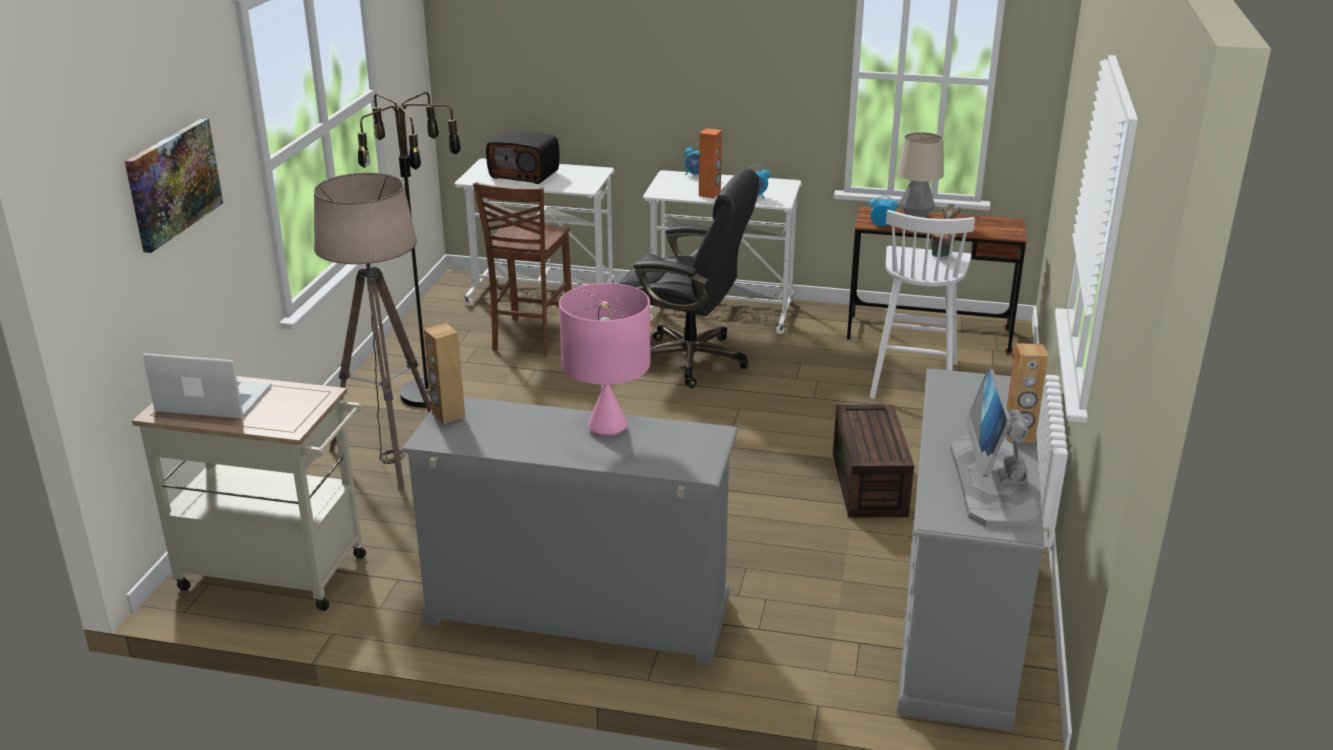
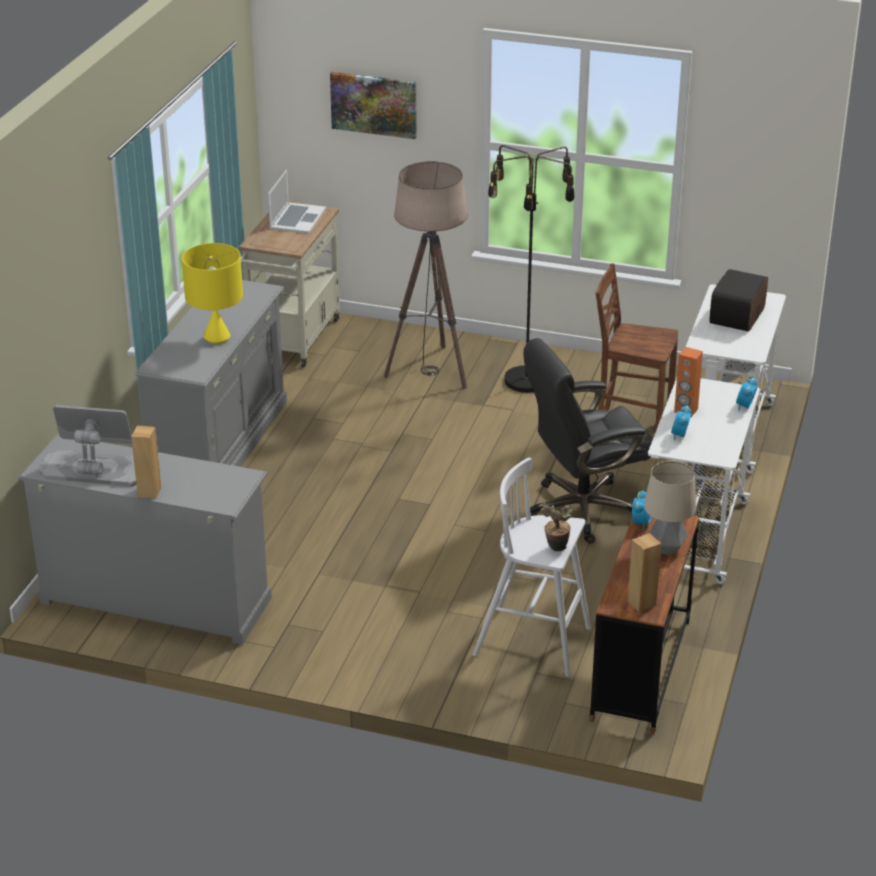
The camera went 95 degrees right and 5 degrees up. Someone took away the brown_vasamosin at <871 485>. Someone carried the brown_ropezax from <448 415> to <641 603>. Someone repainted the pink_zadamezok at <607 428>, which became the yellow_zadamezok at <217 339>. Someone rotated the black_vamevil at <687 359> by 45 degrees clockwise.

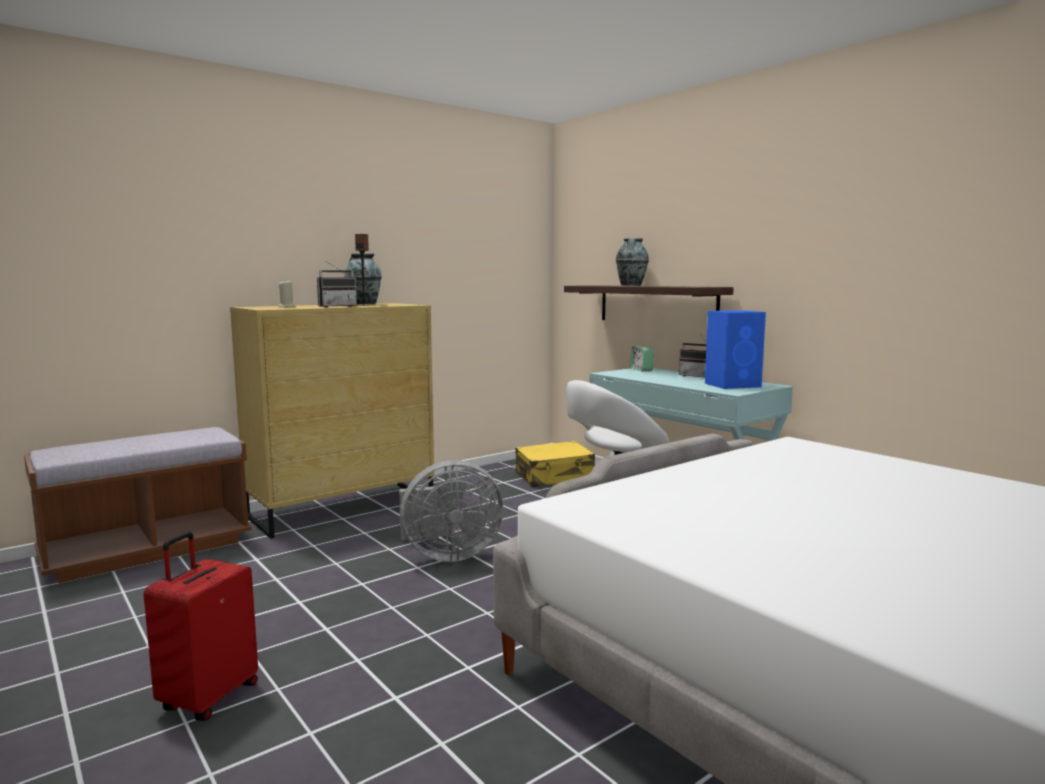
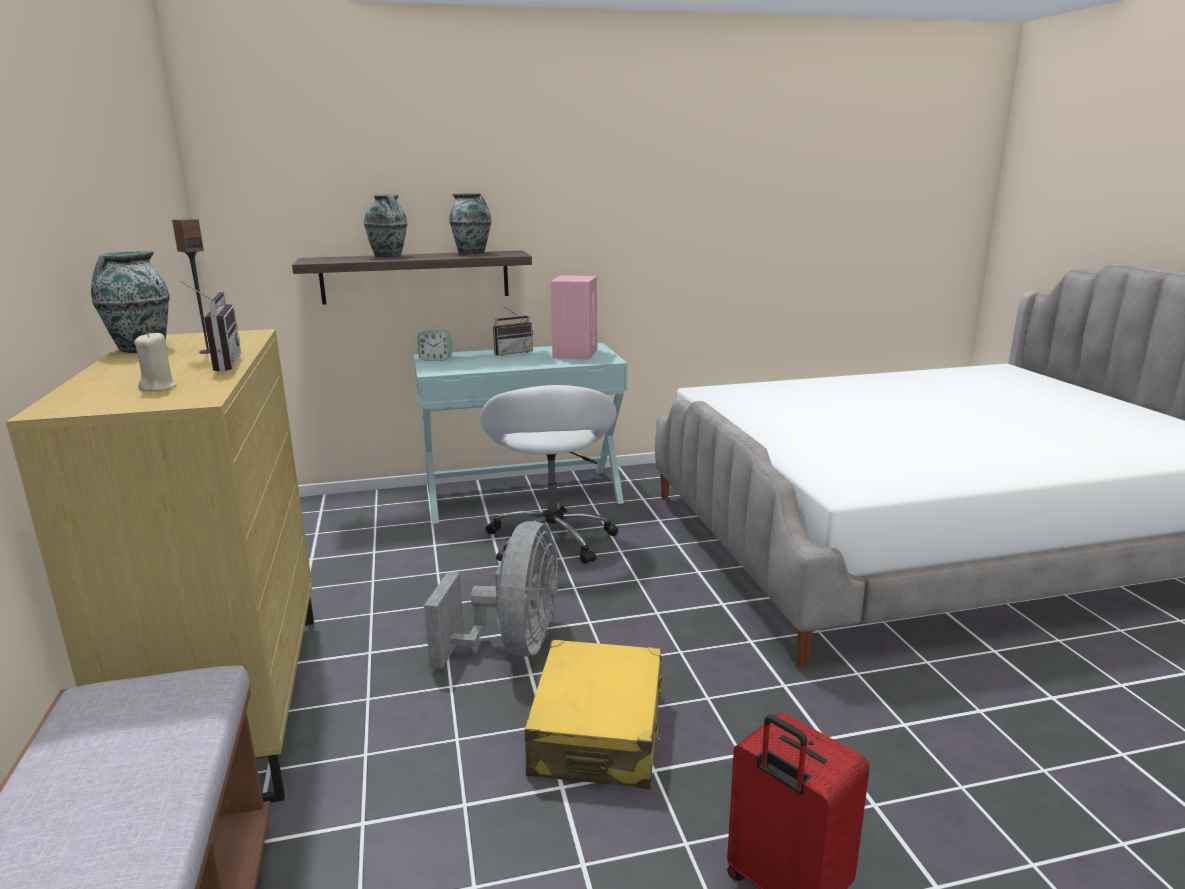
The camera went 65 degrees left and 10 degrees up. Someone put down the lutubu at <472 253>. Someone carried the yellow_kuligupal from <554 476> to <598 733>. Someone repainted the blue_ropezax at <733 385>, which became the pink_ropezax at <575 353>.

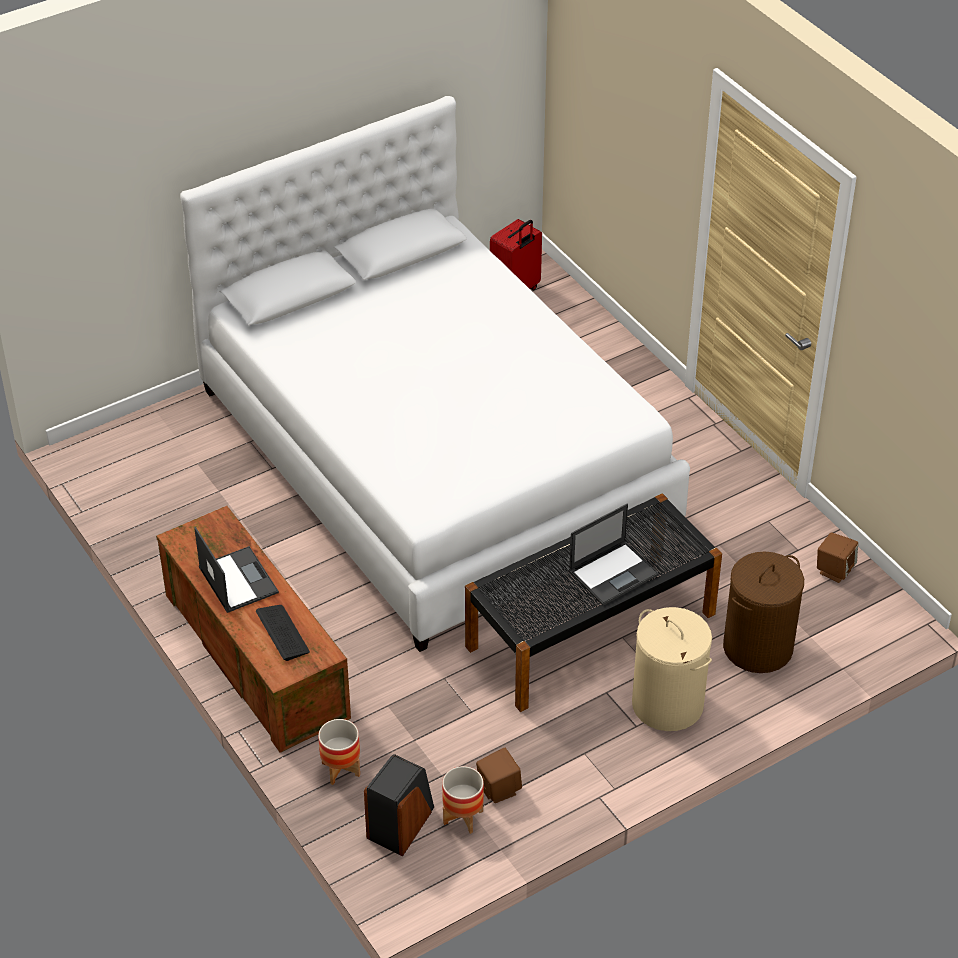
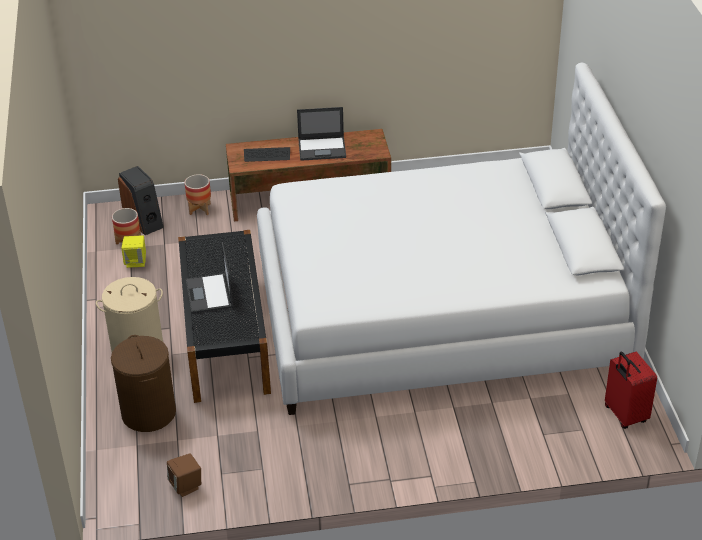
The camera went 115 degrees right and 5 degrees down. Someone repainted the brown_ropezax at <498 789>, which became the yellow_ropezax at <136 262>.

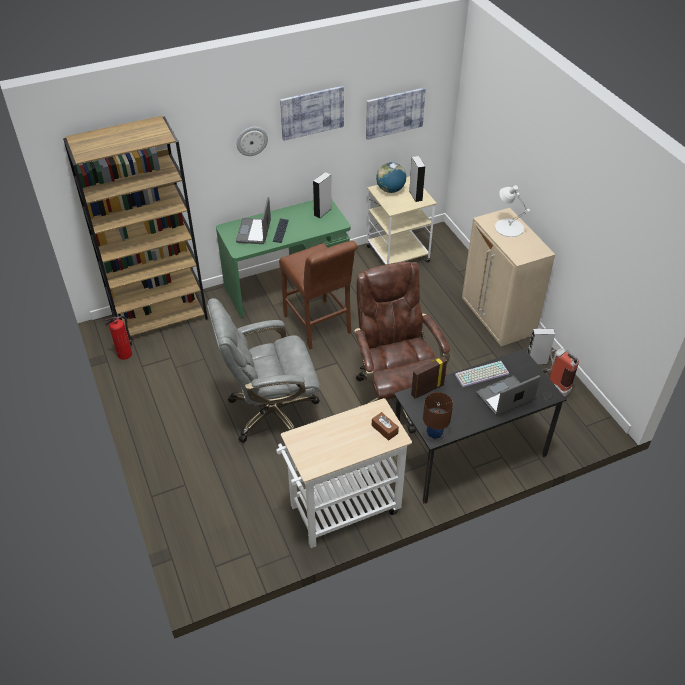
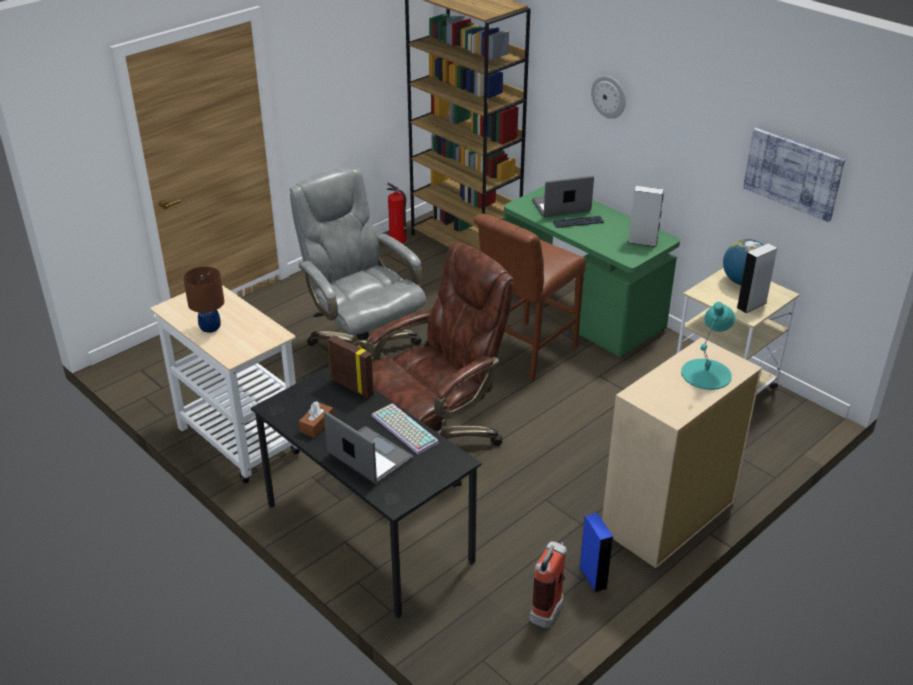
The camera went 70 degrees right and 10 degrees down. Someone took away the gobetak at <312 112>. Someone carried the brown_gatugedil from <384 429> to <317 425>. Someone carried the brown_zadamezok from <435 434> to <210 329>. Someone repainted the white_zadamezok at <509 227>, which became the turquoise_zadamezok at <706 374>. Someone repainted the grey_ropezax at <536 361>, which became the blue_ropezax at <593 577>.

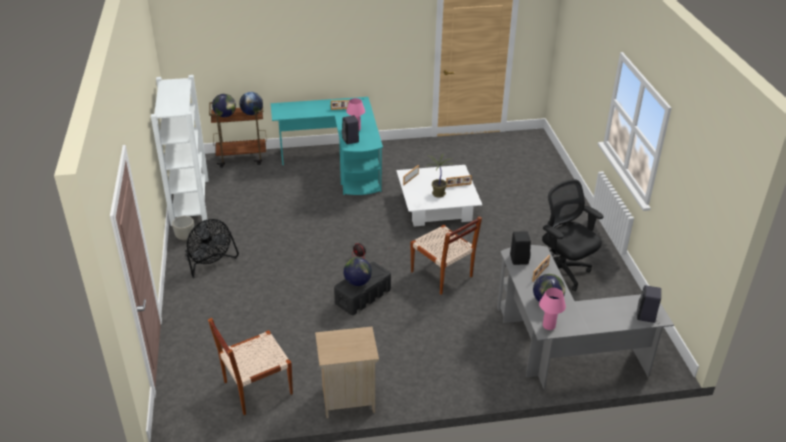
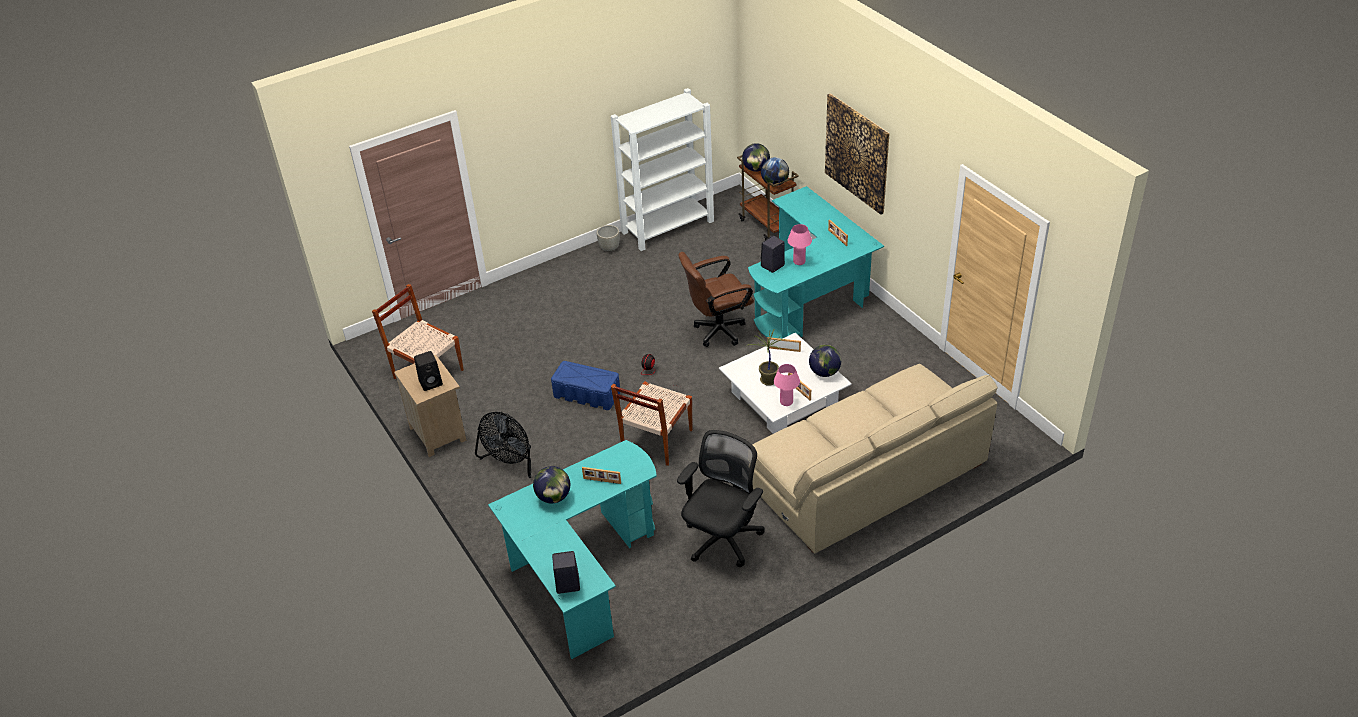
The camera went 70 degrees right and 5 degrees up. Someone put down the brown_vamevil at <717 333>. Someone put down the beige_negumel at <868 475>. Someone put up the gobetak at <857 153>. Someone carried the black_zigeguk from <208 263> to <510 459>. Someone carried the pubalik from <357 282> to <824 372>. Someone carried the black_ropezax from <518 259> to <431 382>. Someone carried the pink_zadamezok from <548 326> to <786 402>. Someone repainted the black_vasamosin at <363 296>, which became the blue_vasamosin at <587 395>. Someone repainted the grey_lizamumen at <560 350>, which became the turquoise_lizamumen at <579 570>.

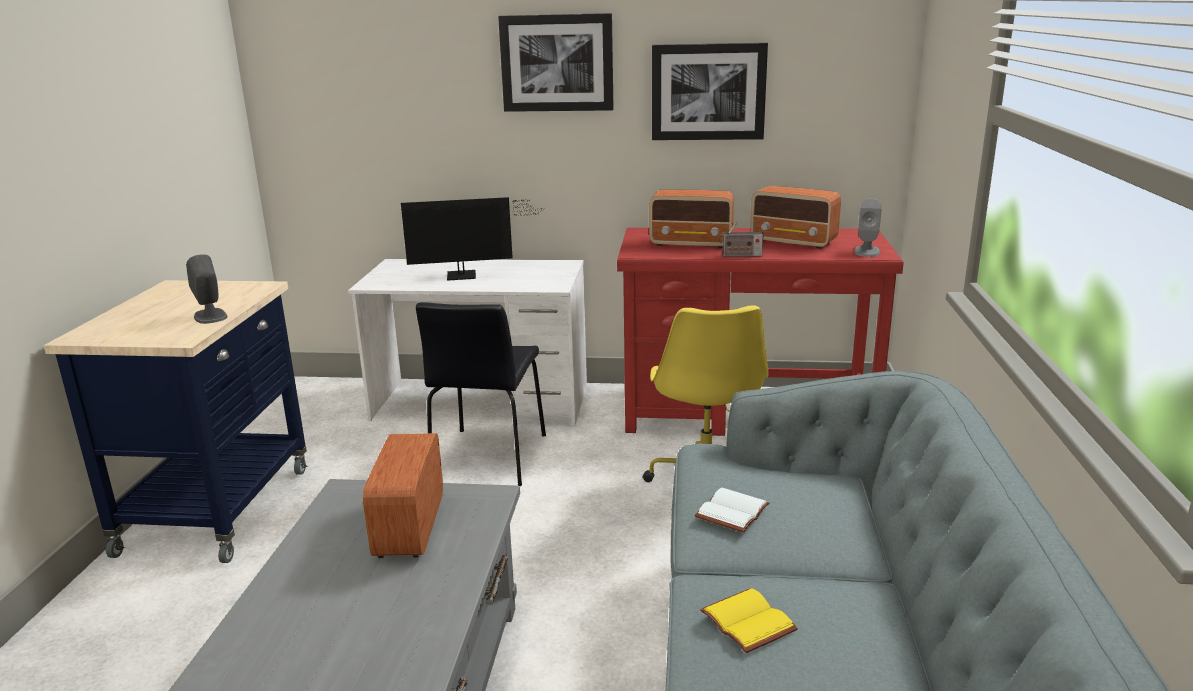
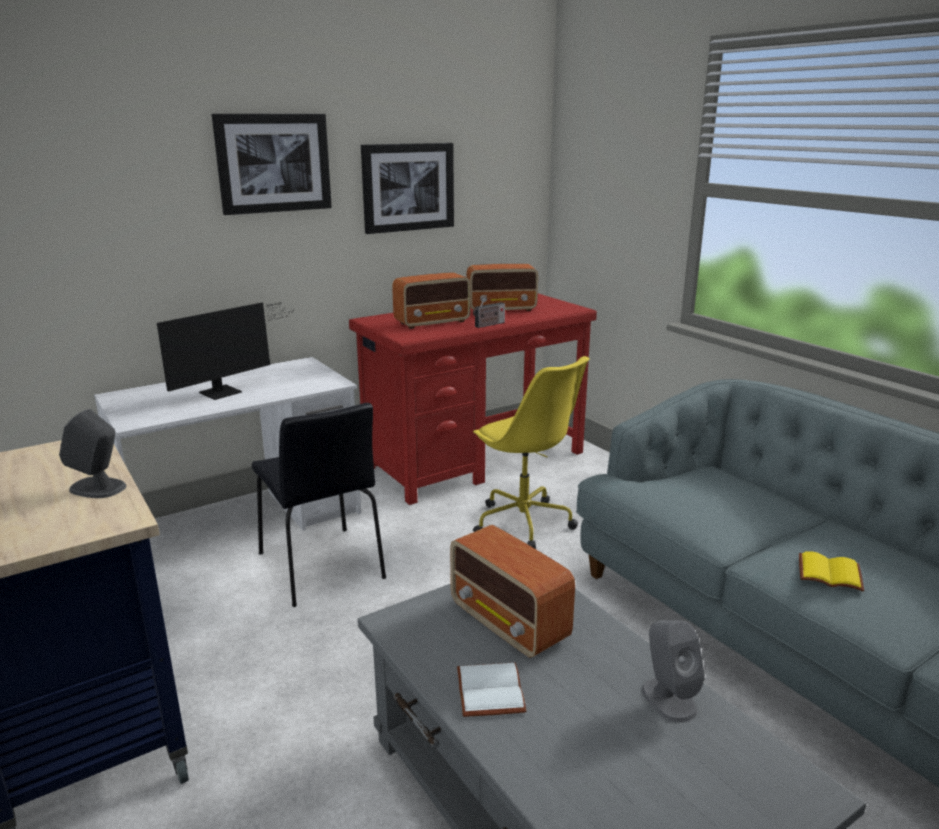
The camera went 40 degrees left and 0 degrees up. Someone carried the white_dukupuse from <731 510> to <488 690>. Someone carried the grey_ropezax from <867 251> to <668 699>.

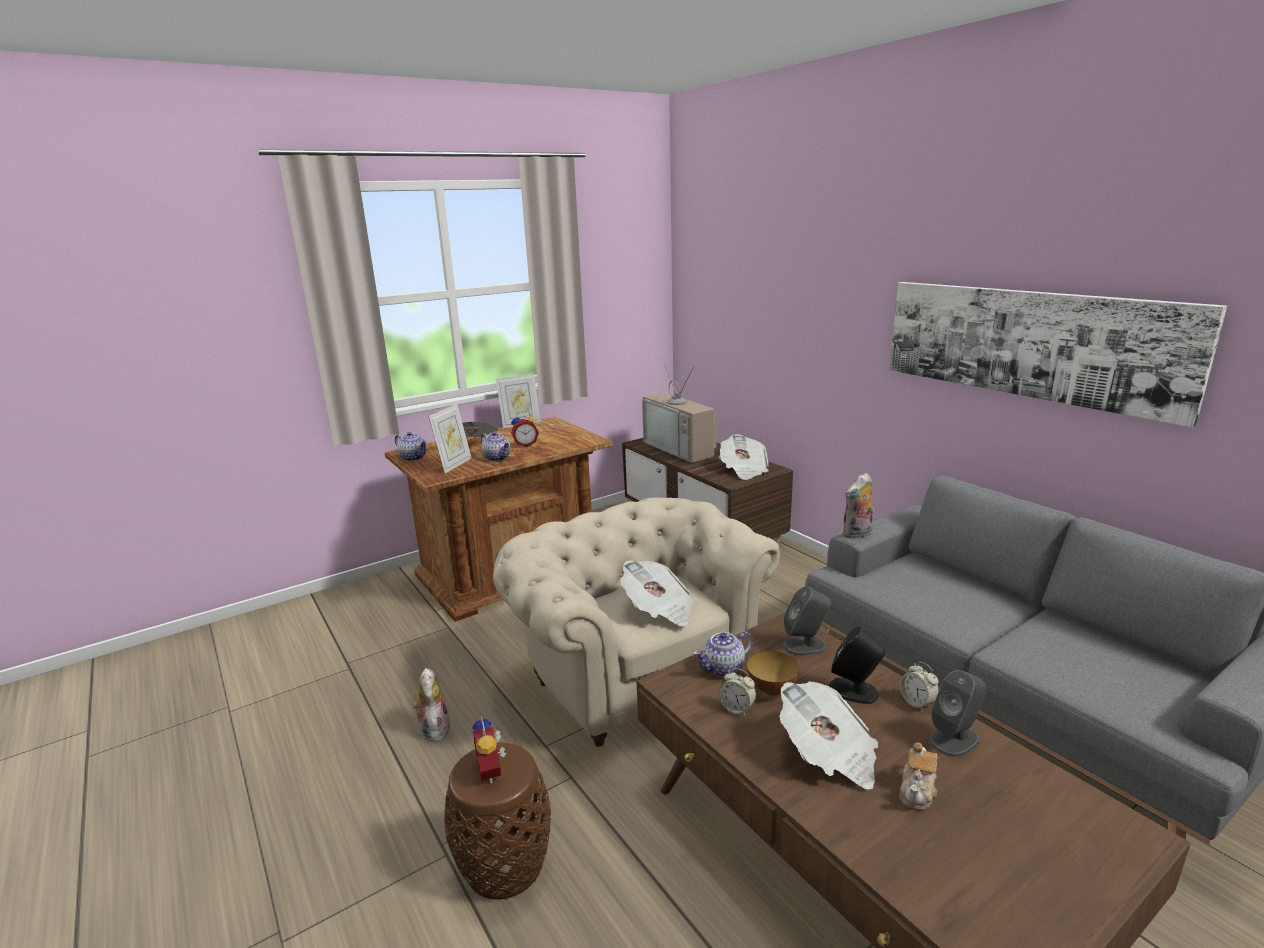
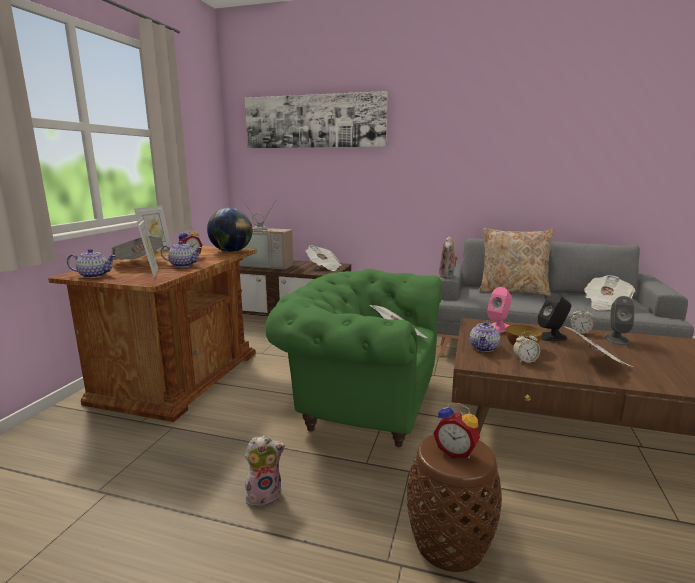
The camera went 40 degrees left and 5 degrees down. Someone took away the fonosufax at <917 791>. Someone put down the pubalik at <231 251>. Someone put down the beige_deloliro at <512 291>. Someone put down the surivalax at <605 305>. Someone carried the gobetak from <1028 343> to <314 121>. Someone repainted the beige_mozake at <632 674>, which became the green_mozake at <360 402>. Someone repainted the grey_ropezax at <805 645>, which became the pink_ropezax at <498 327>. Someone rotated the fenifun at <434 729> by 120 degrees clockwise.

